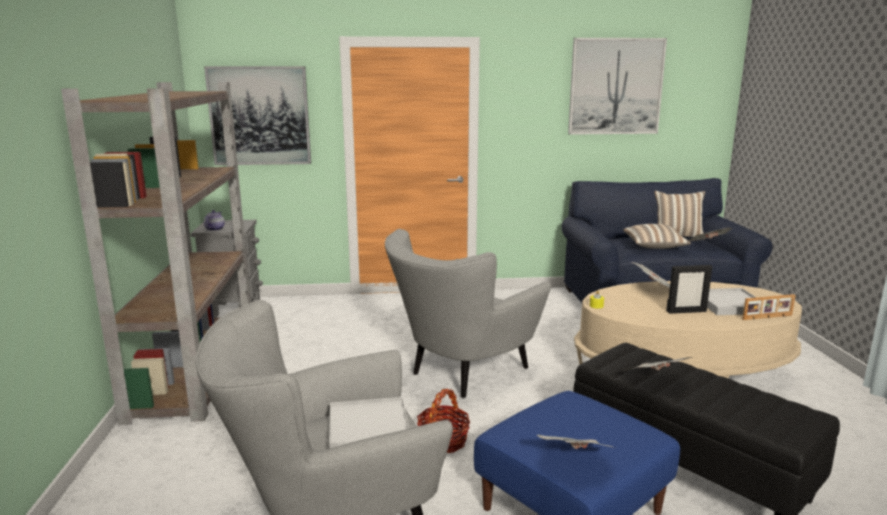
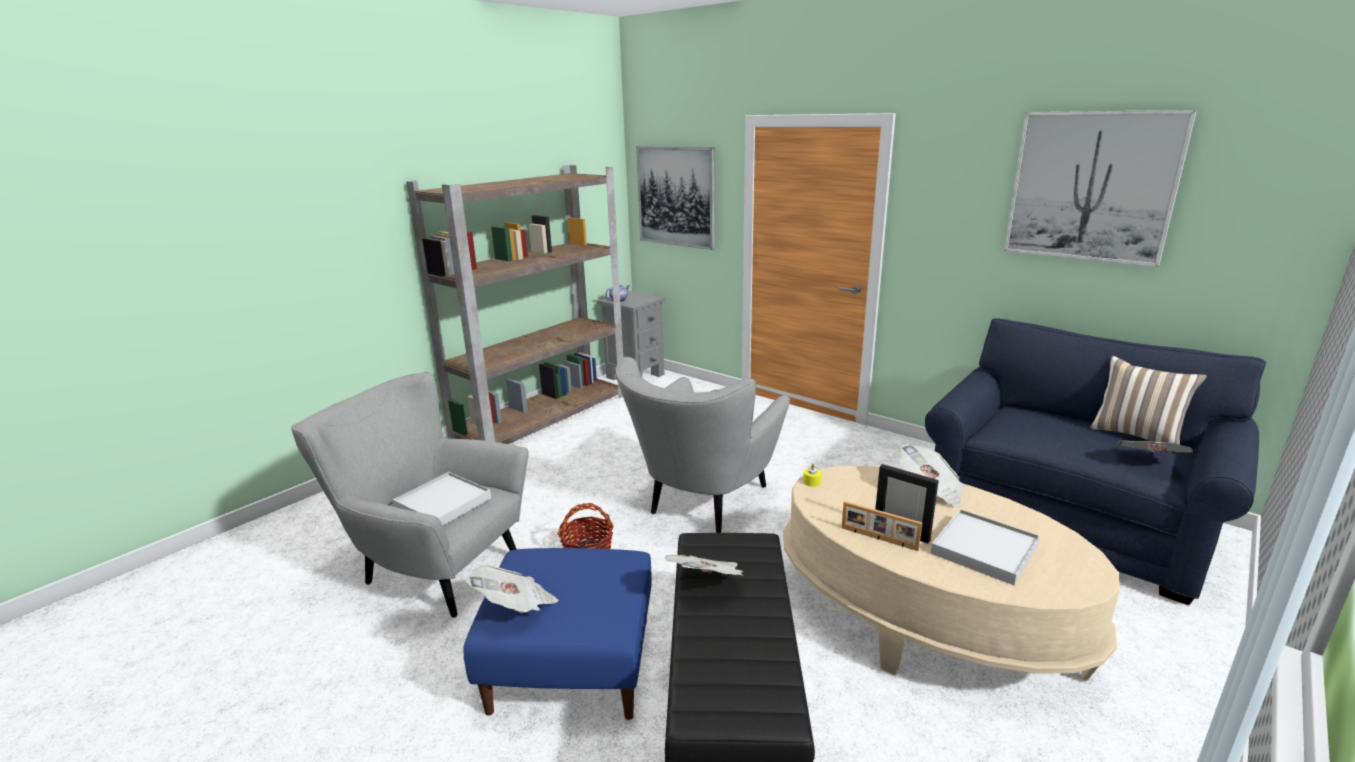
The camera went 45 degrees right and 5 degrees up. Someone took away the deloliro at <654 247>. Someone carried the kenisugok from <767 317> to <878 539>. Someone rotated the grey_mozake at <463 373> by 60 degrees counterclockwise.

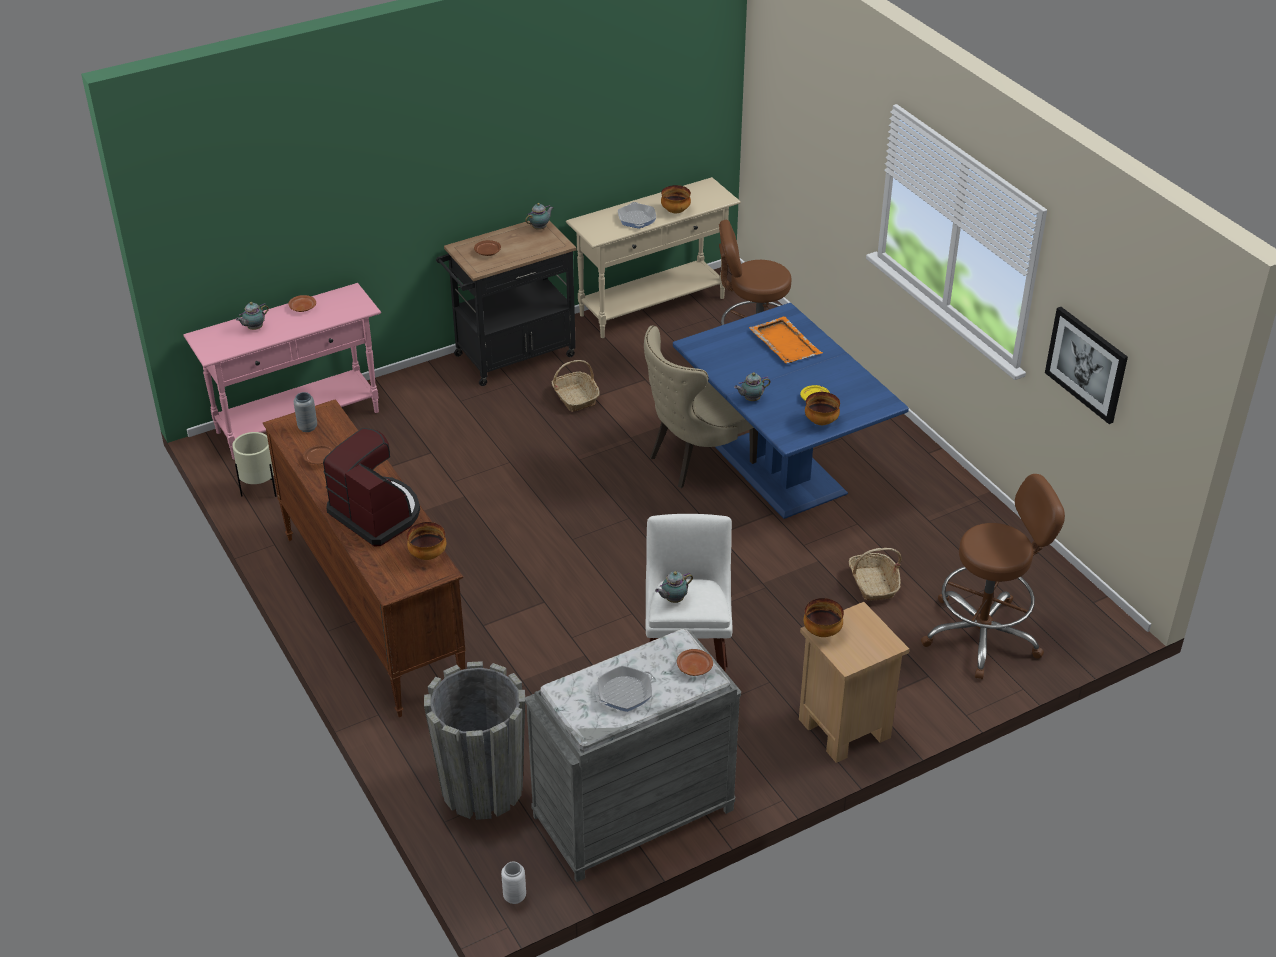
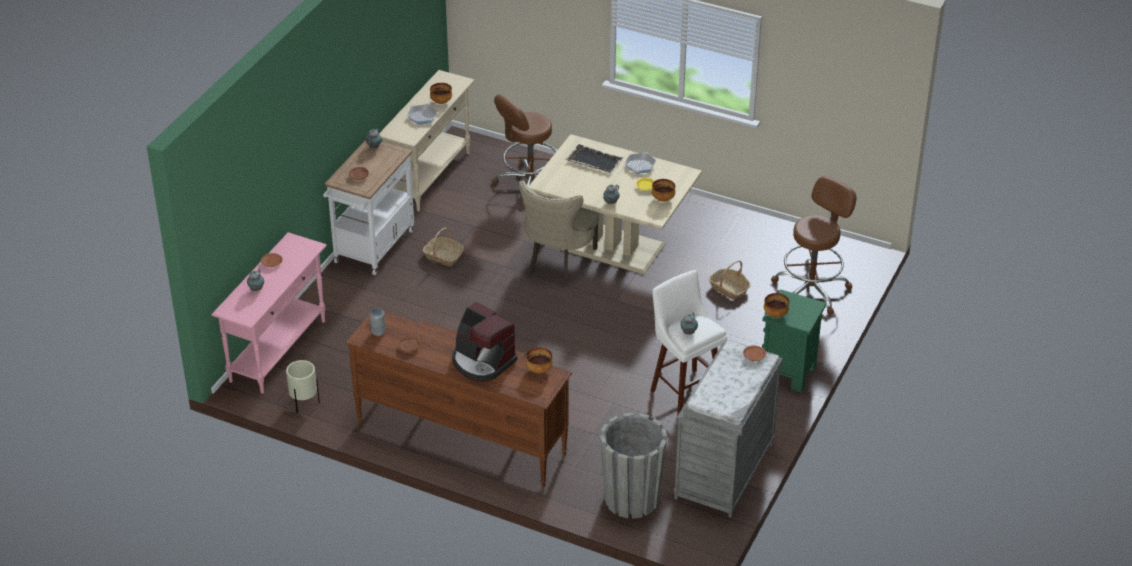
The camera went 35 degrees left and 0 degrees up. Someone took away the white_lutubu at <514 897>. Someone took away the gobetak at <1087 364>. Someone carried the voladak from <624 693> to <640 165>. Someone repainted the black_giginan at <511 357>, which became the white_giginan at <373 248>. Someone repainted the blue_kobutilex at <781 469>, which became the beige_kobutilex at <613 246>. Someone repainted the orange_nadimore at <784 342>, which became the black_nadimore at <593 160>. Someone repainted the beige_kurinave at <842 727>, which became the green_kurinave at <787 373>. Someone rotated the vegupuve at <377 514> by 150 degrees counterclockwise.

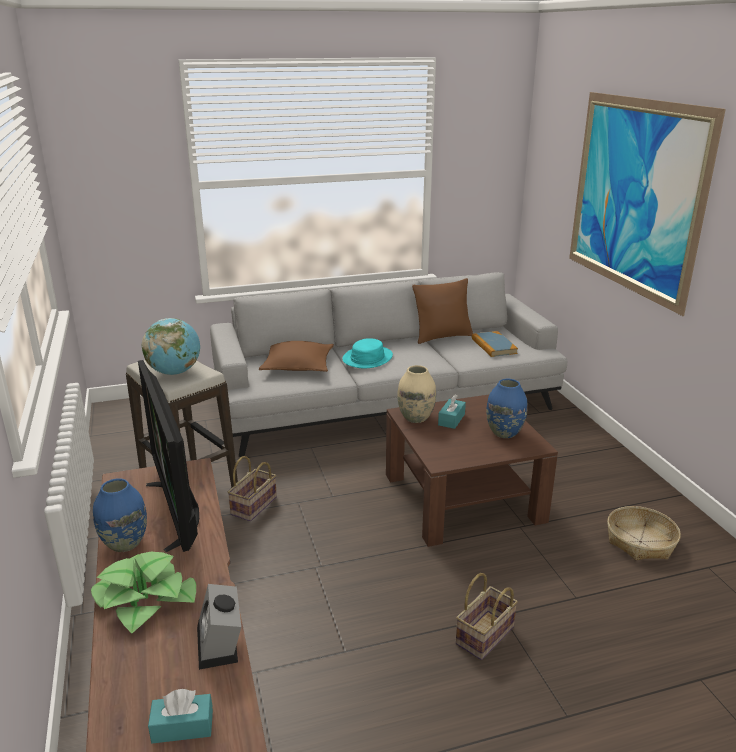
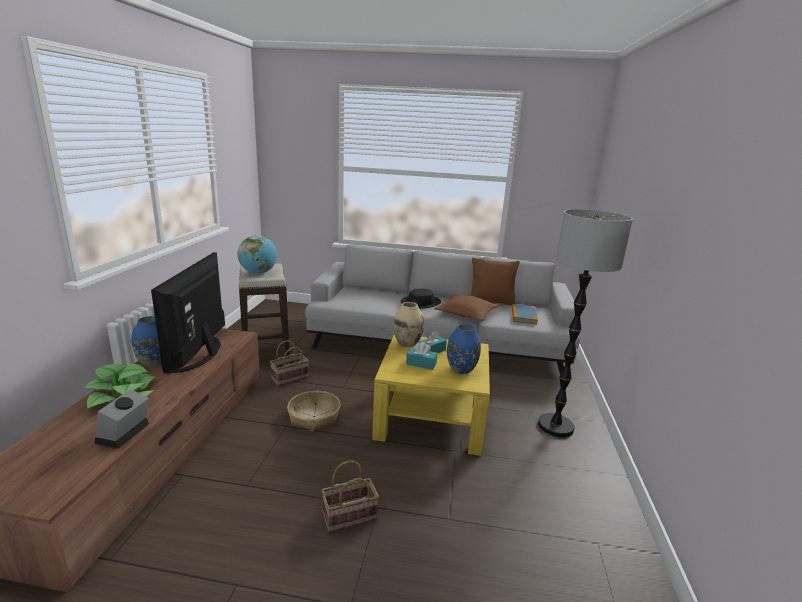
The camera went 25 degrees right and 5 degrees down. Someone took away the gobetak at <634 196>. Someone put down the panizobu at <555 426>. Someone carried the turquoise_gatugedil from <182 727> to <421 364>. Someone carried the brown_deloliro from <298 366> to <466 314>. Someone carried the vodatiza from <640 541> to <314 416>. Someone repainted the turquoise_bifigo at <367 358>, which became the black_bifigo at <420 302>. Someone repainted the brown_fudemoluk at <463 497>, which became the yellow_fudemoluk at <431 416>.

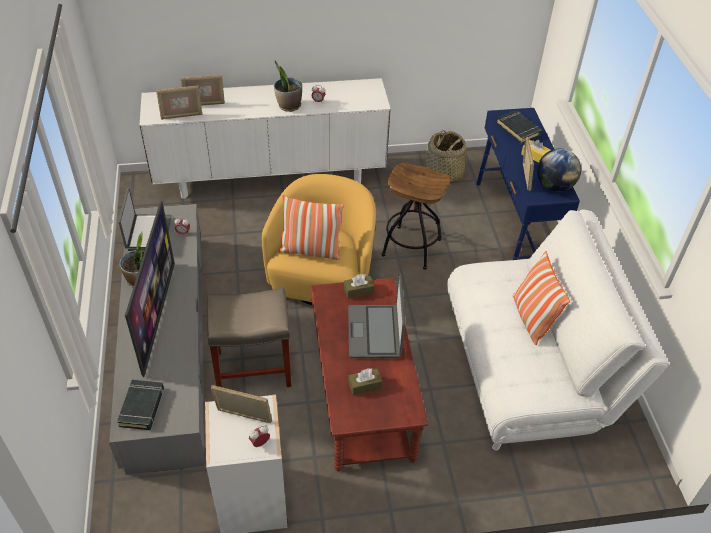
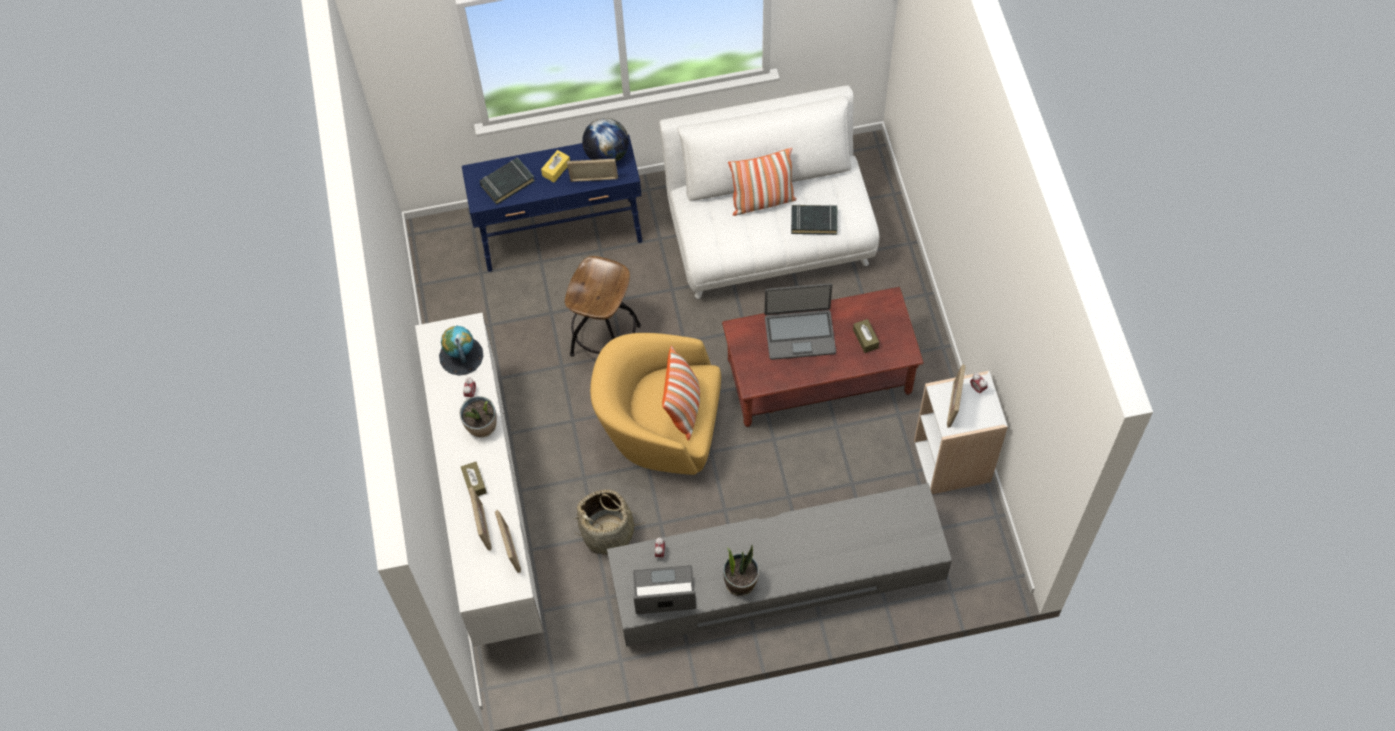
The camera went 90 degrees left and 15 degrees up. Someone took away the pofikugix at <157 316>. Someone took away the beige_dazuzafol at <254 368>. Someone put down the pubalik at <461 355>. Someone carried the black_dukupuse from <142 407> to <814 221>. Someone carried the brown_gatugedil from <358 291> to <474 482>. Someone carried the vodatiza from <443 174> to <608 533>.

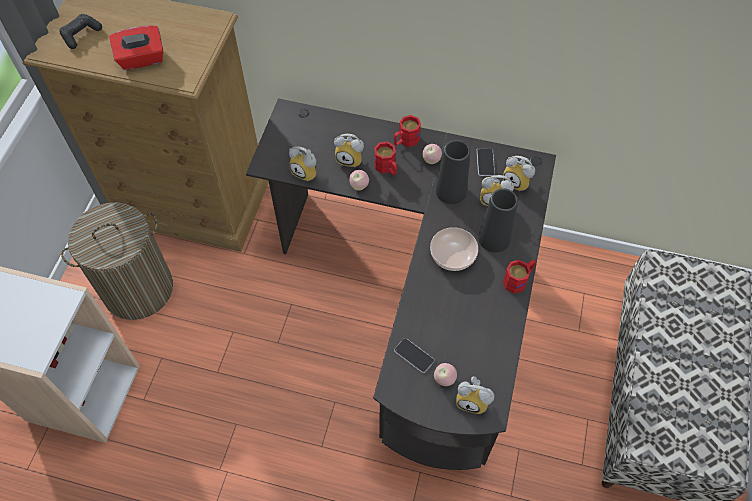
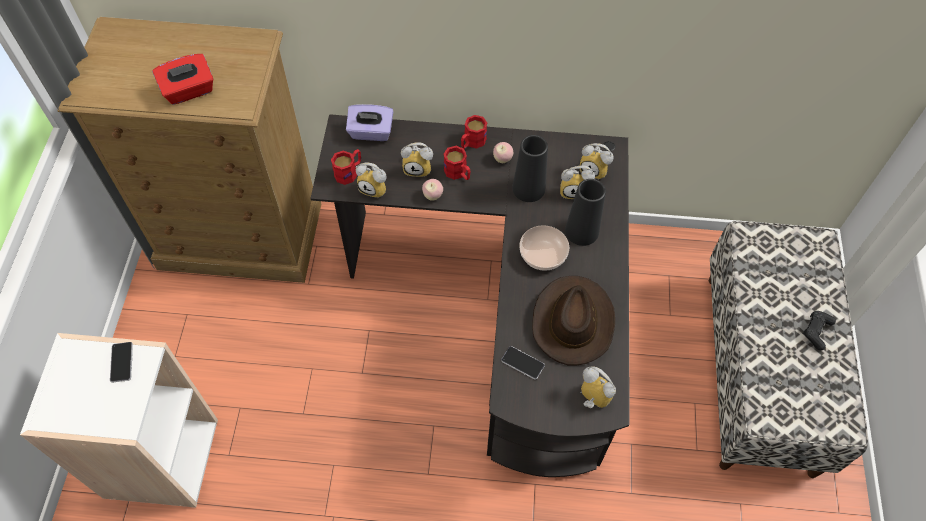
The camera went 10 degrees left and 0 degrees up. Someone took away the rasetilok at <138 288>. Someone took away the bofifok at <444 379>. Someone put down the purple_gatugedil at <371 132>. Someone put down the brown_bifigo at <572 321>. Someone carried the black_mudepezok from <81 35> to <816 331>. Someone carried the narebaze from <485 162> to <122 362>. Someone carried the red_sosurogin from <518 280> to <349 172>. Someone rotated the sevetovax at <473 400> by 150 degrees counterclockwise.

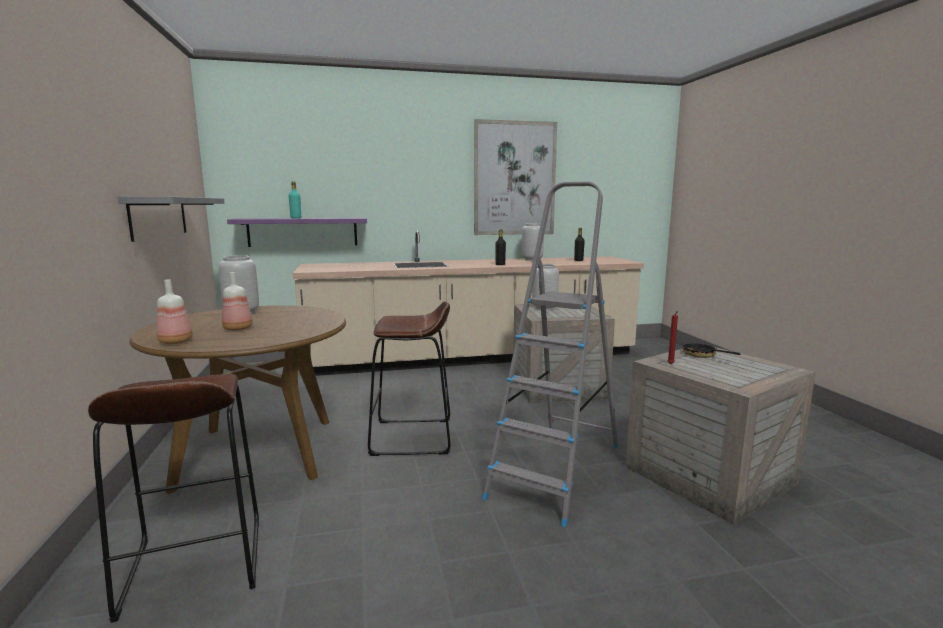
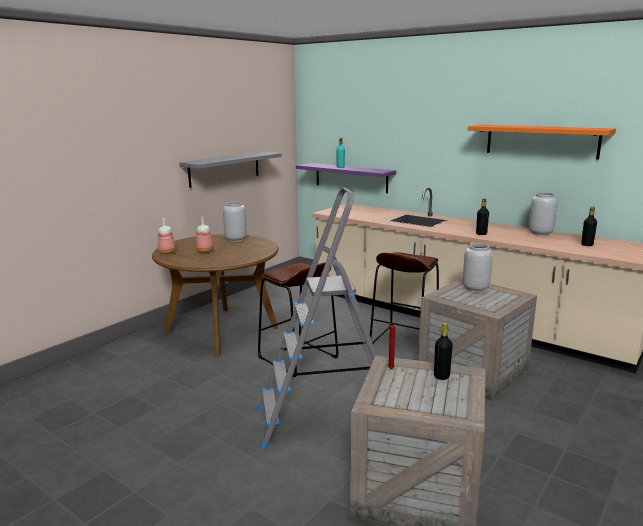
The camera went 50 degrees right and 5 degrees up. Someone carried the brown_dazuzafol from <194 565> to <404 341>. Someone swapped the gobetak at <514 179> for the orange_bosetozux at <541 141>. Someone swapped the voladak at <703 355> for the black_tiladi at <441 376>.

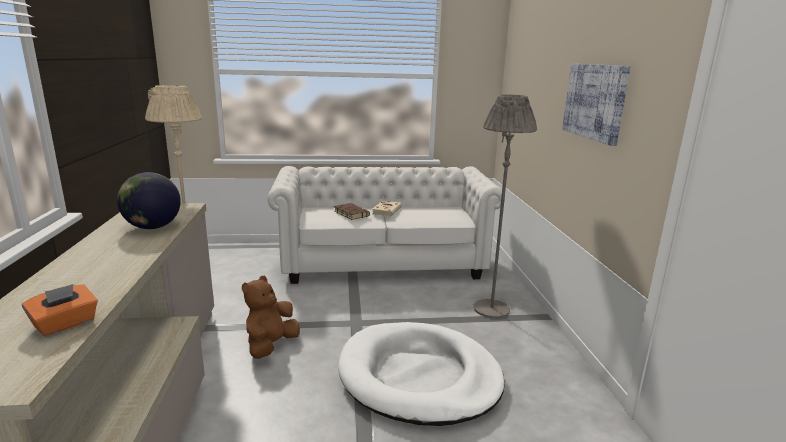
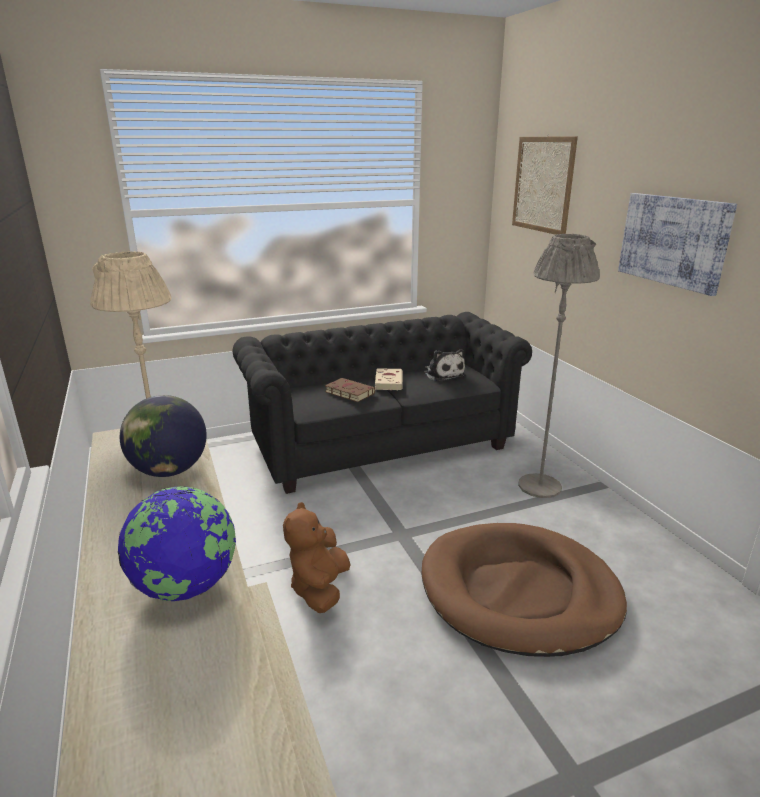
The camera went 15 degrees left and 5 degrees up. Someone took away the orange_gatugedil at <65 324>. Someone put down the pubalik at <186 586>. Someone put down the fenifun at <443 374>. Someone put up the gobetak at <543 183>. Someone repainted the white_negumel at <383 264>, which became the black_negumel at <382 446>. Someone repainted the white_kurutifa at <419 377>, which became the brown_kurutifa at <519 592>.

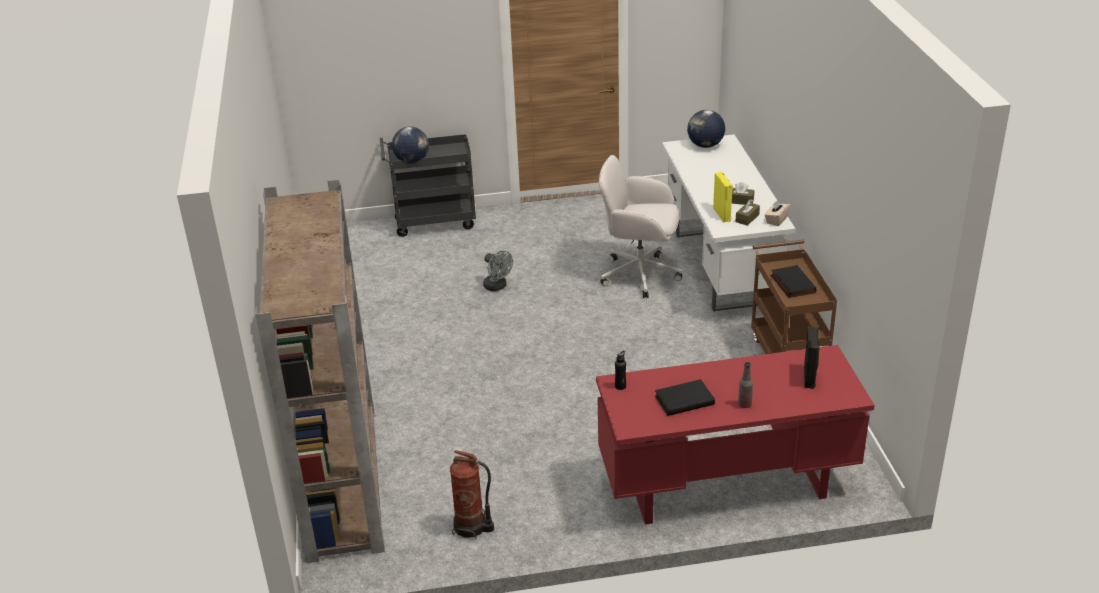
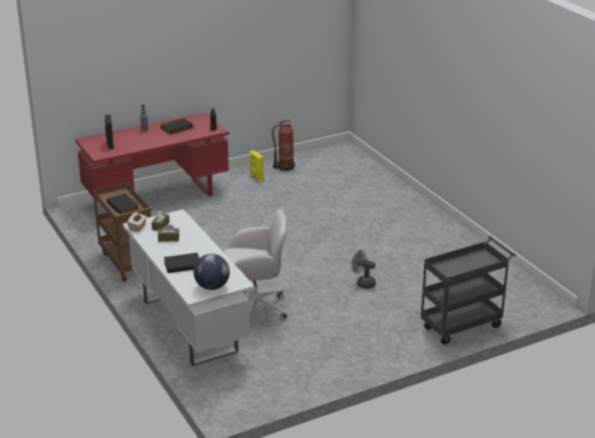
The camera went 160 degrees right and 5 degrees down. Someone took away the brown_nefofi at <342 480>. Someone took away the pubalik at <412 161>. Someone put down the black_dukupuse at <183 264>. Someone carried the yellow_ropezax from <722 214> to <256 177>.

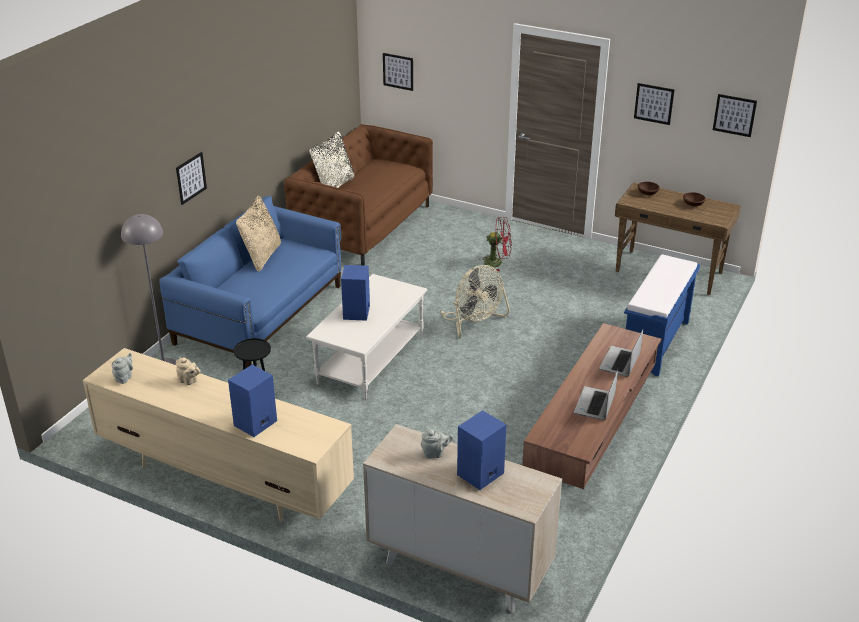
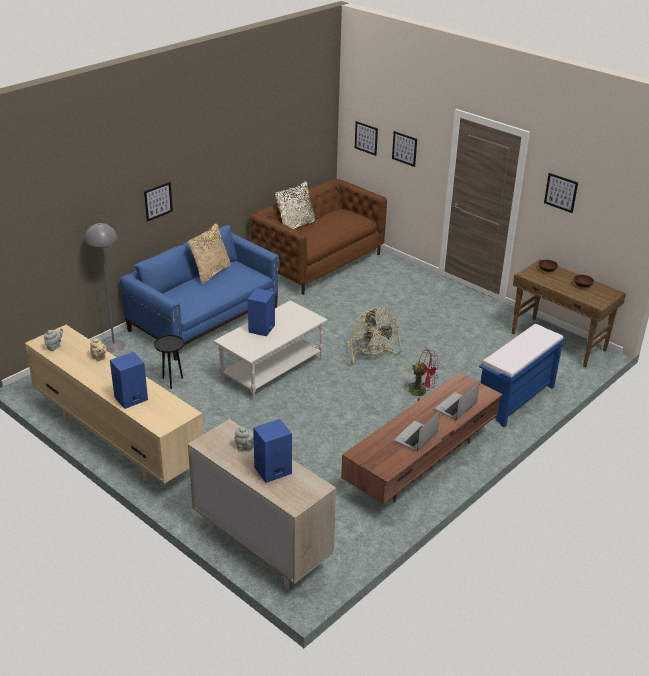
The camera went 15 degrees right and 0 degrees up. Someone carried the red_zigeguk from <497 262> to <421 391>. Someone carried the gobetak from <734 115> to <404 148>.

